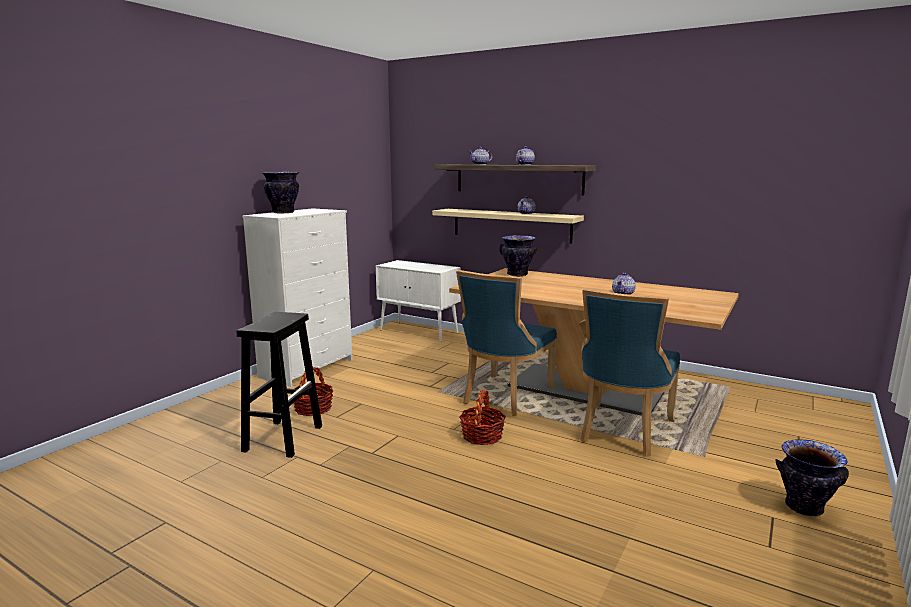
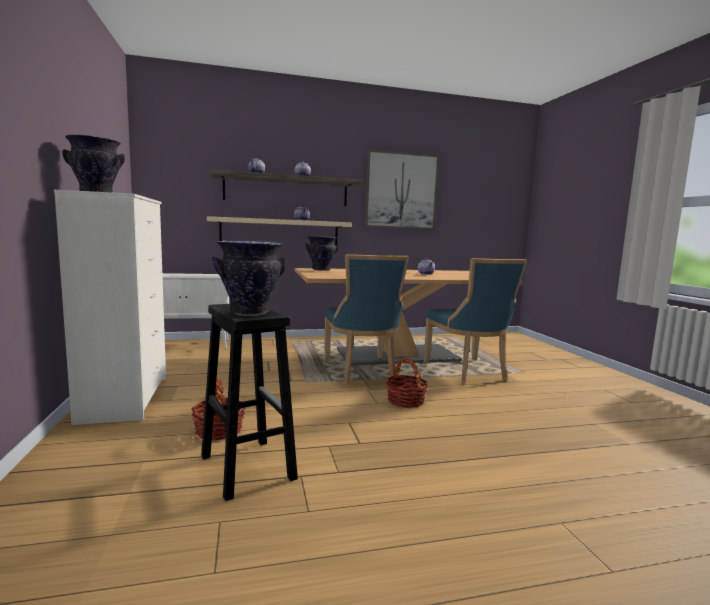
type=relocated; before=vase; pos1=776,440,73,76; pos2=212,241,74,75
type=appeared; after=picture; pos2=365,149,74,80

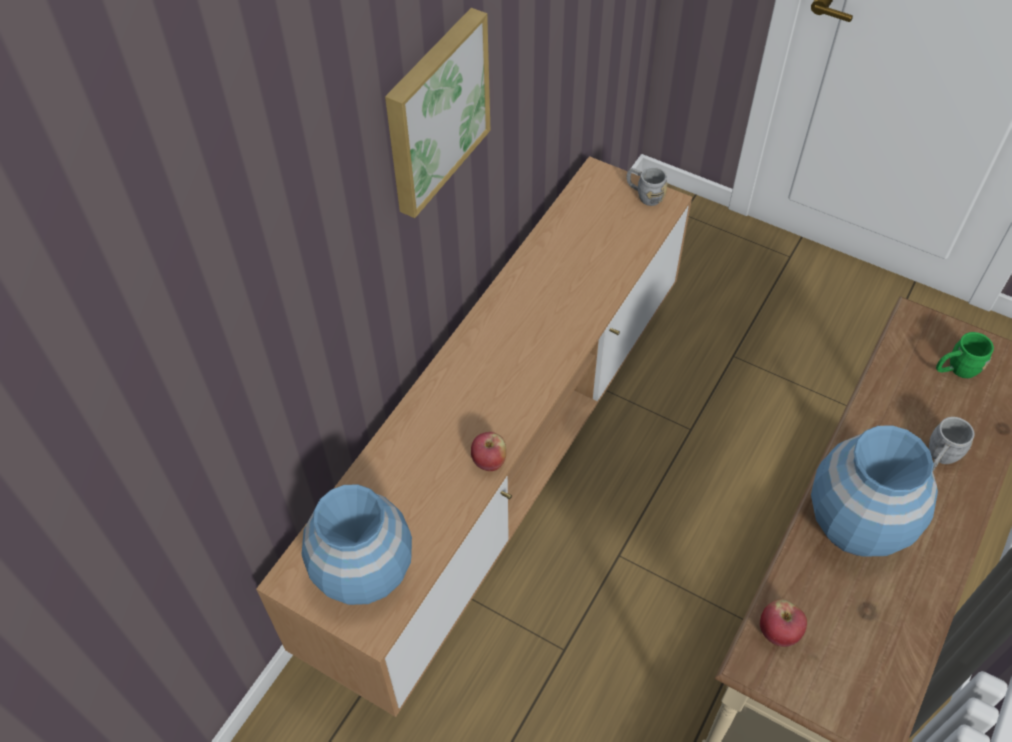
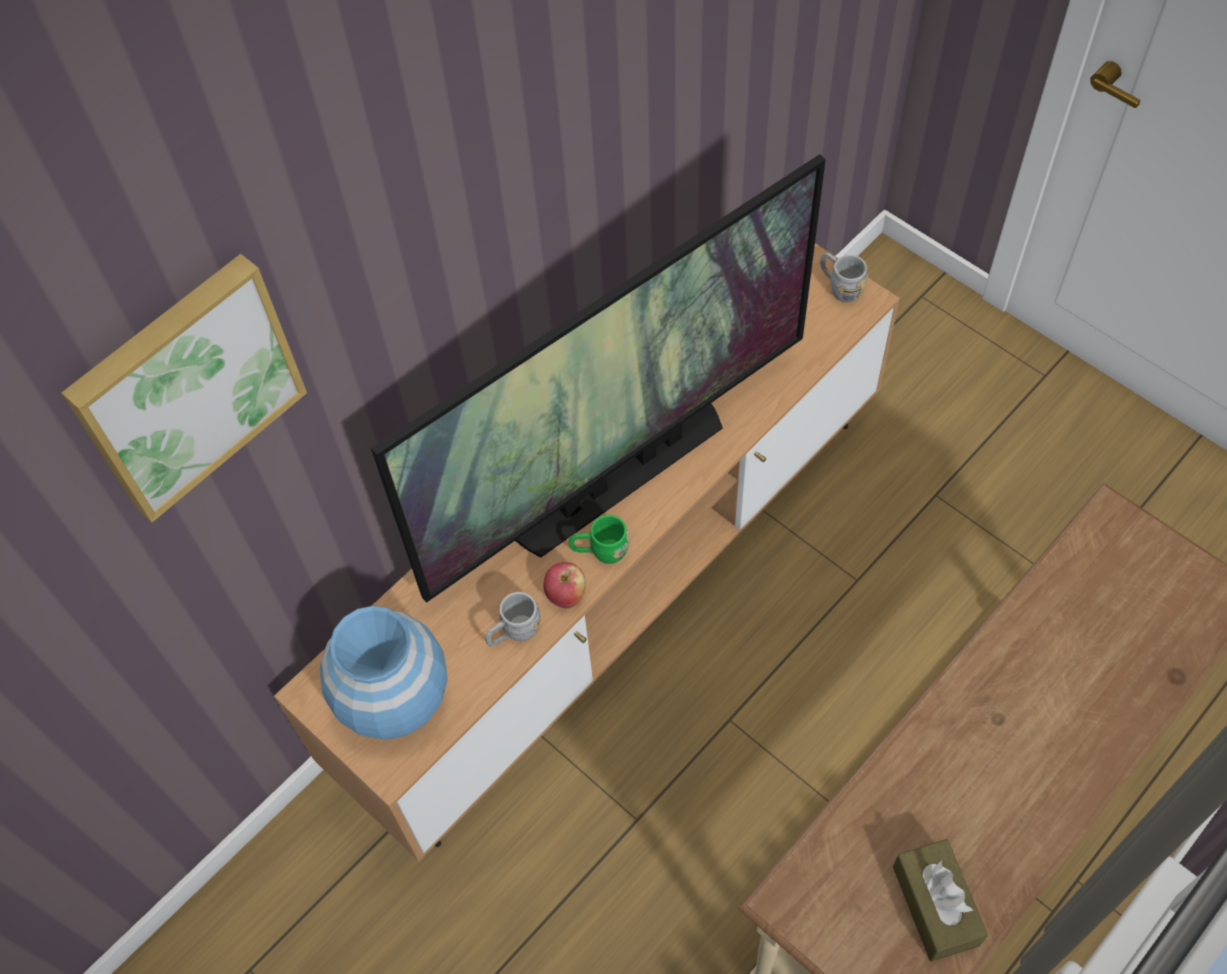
type=relocated; before=picture; pos1=385,8,106,210; pos2=61,254,246,269
type=relocated; before=mug in green; pos1=936,332,58,46; pos2=569,515,62,49
type=relocated; before=mug in grey; pos1=929,417,45,54; pos2=485,592,56,55
type=missing; before=vase in blue; pos1=811,425,127,132
type=missing; before=apple; pos1=760,599,47,48
type=appeared; after=television; pos2=371,154,455,449
type=appeared; after=tissue box in brown; pos2=893,839,95,123

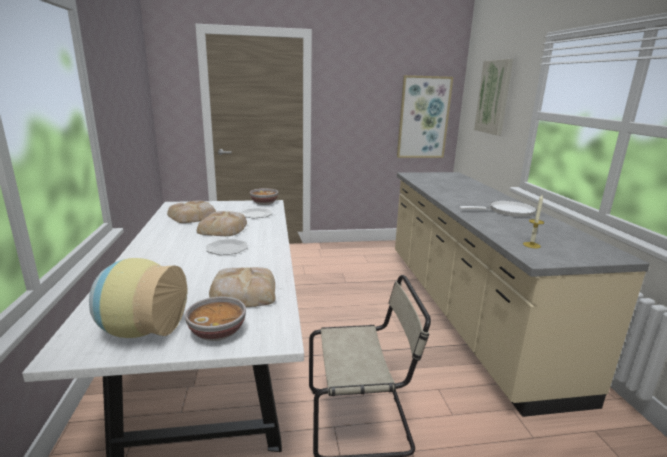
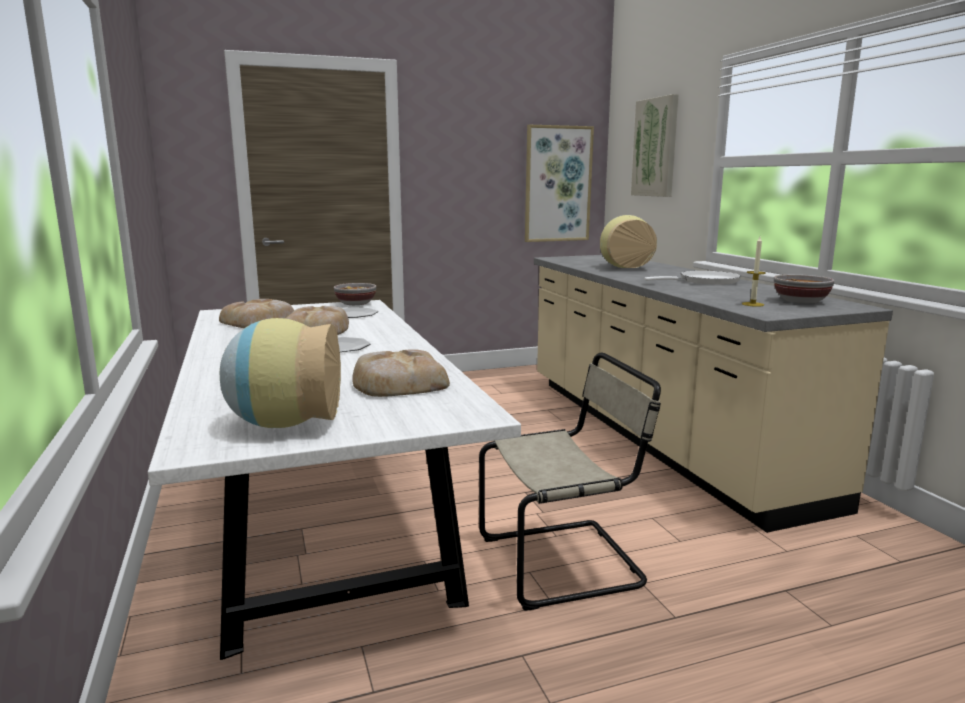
type=relocated; before=bowl; pos1=185,296,61,45; pos2=774,274,61,29
type=appeared; after=vase; pos2=600,215,57,53

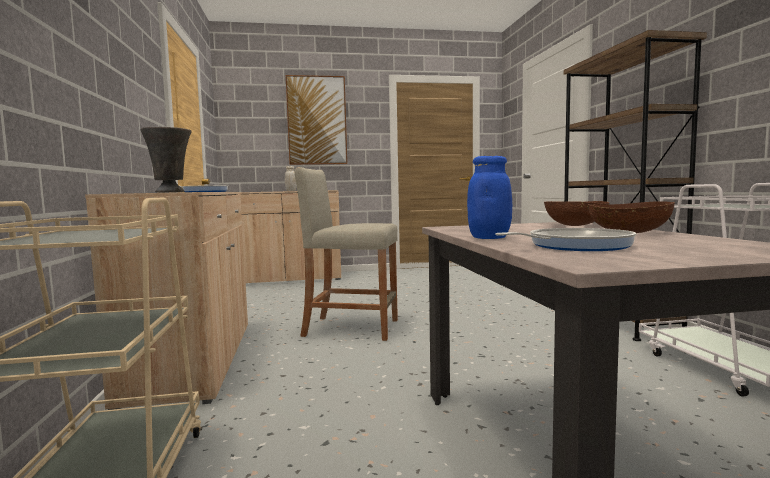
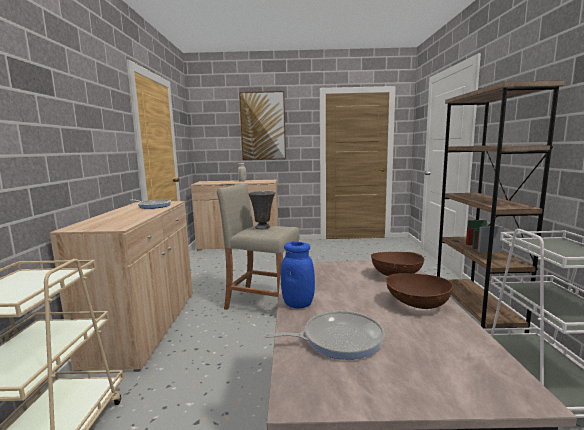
type=relocated; before=vase in grey; pos1=141,127,51,66; pos2=249,191,26,38

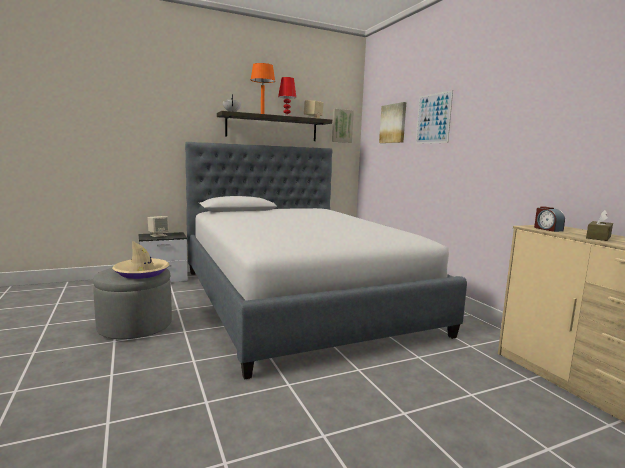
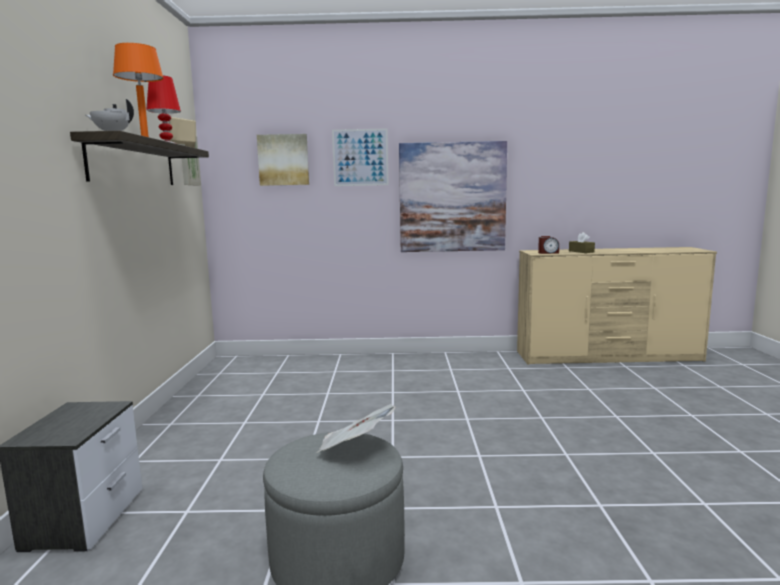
type=missing; before=bed; pos1=185,142,282,238
type=missing; before=speaker in beige; pos1=147,216,22,21
type=exchanged; before=hat in beige; after=newspaper; pos1=112,241,57,38; pos2=316,403,79,50
type=appeared; after=picture; pos2=399,141,108,111

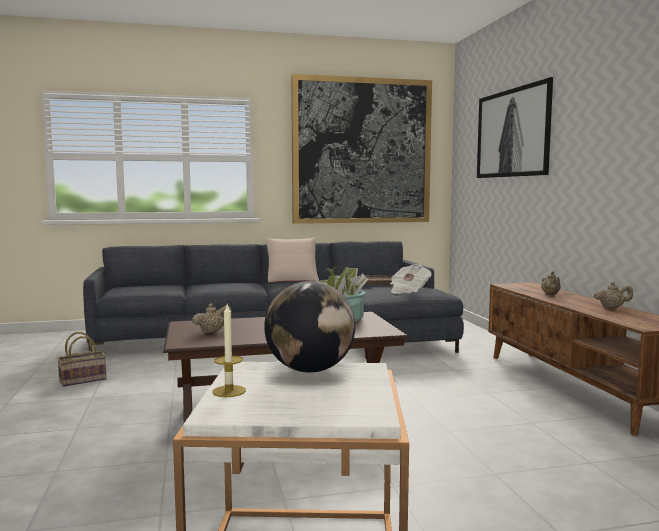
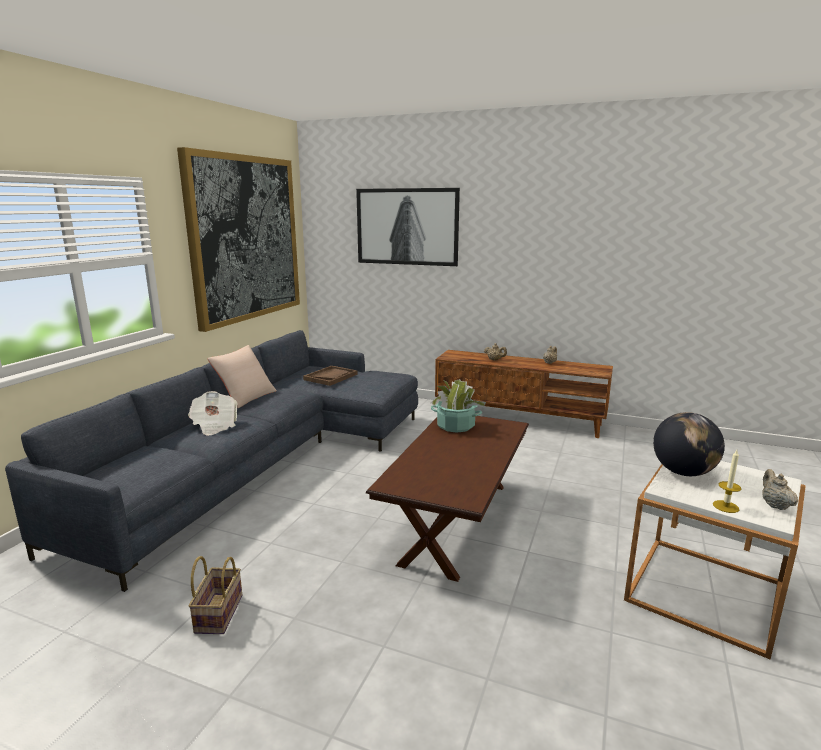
type=relocated; before=newspaper; pos1=390,264,42,30; pos2=188,391,50,45
type=relocated; before=teapot in beige; pos1=192,303,40,30; pos2=763,469,35,41

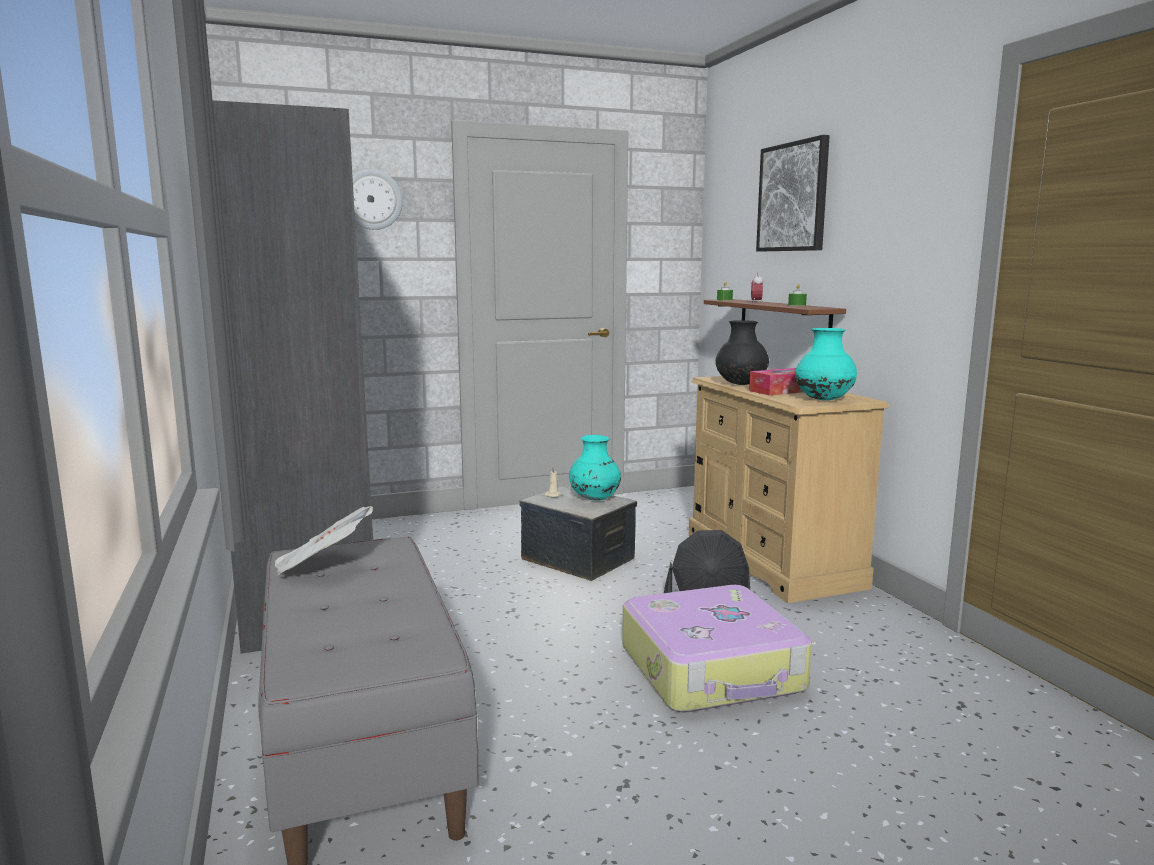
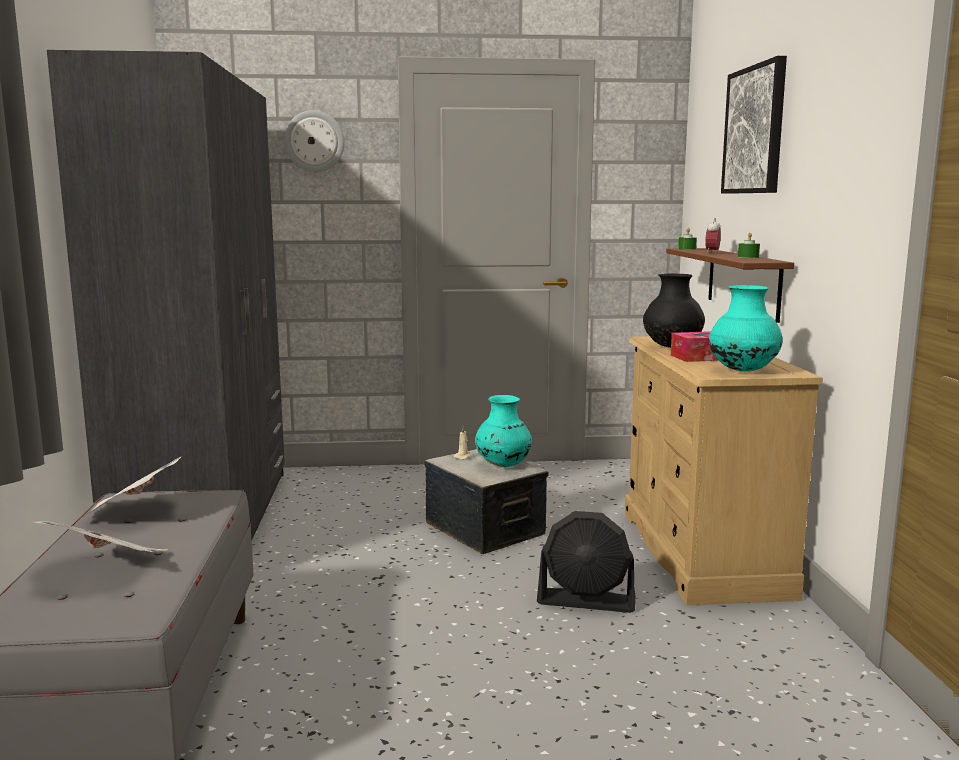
type=missing; before=suitcase; pos1=622,585,190,128
type=appeared; after=newspaper; pos2=33,521,135,31

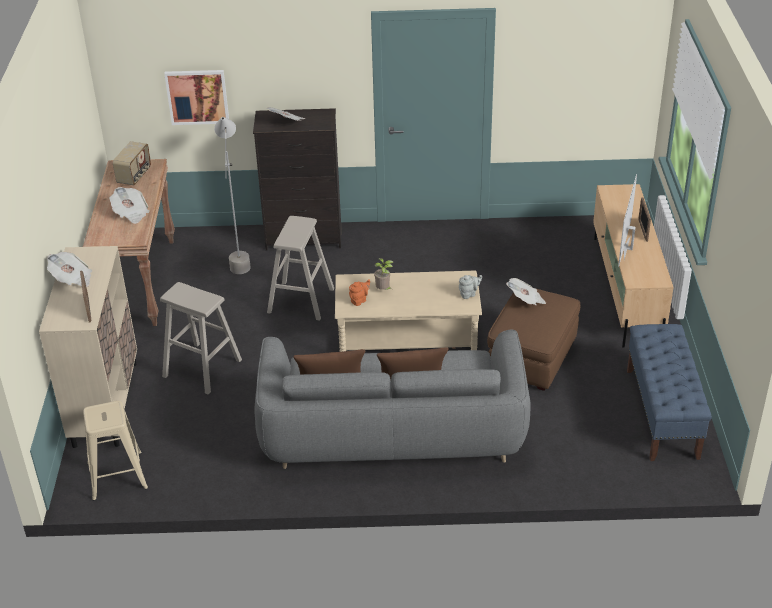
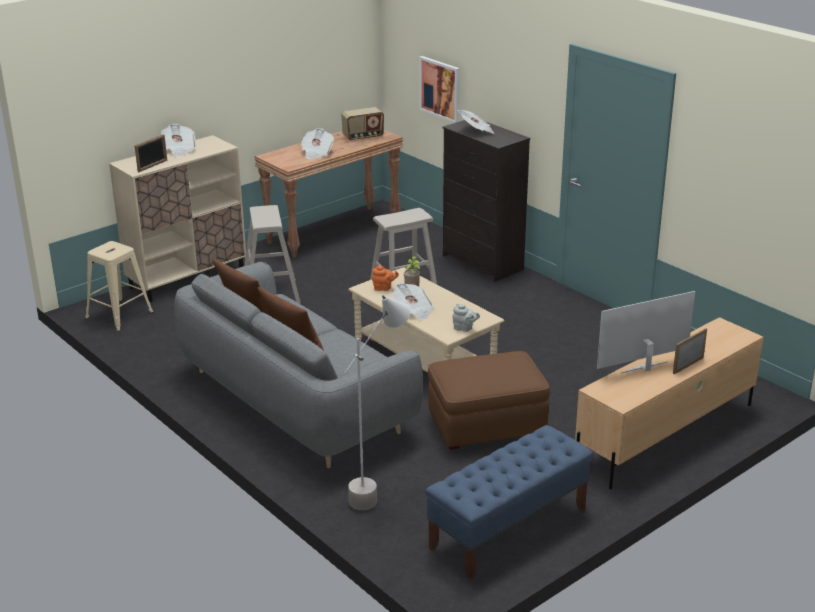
type=relocated; before=floor lamp in grey; pos1=214,117,37,157; pos2=346,295,65,215
type=relocated; before=newspaper; pos1=506,278,40,27; pos2=392,283,43,38

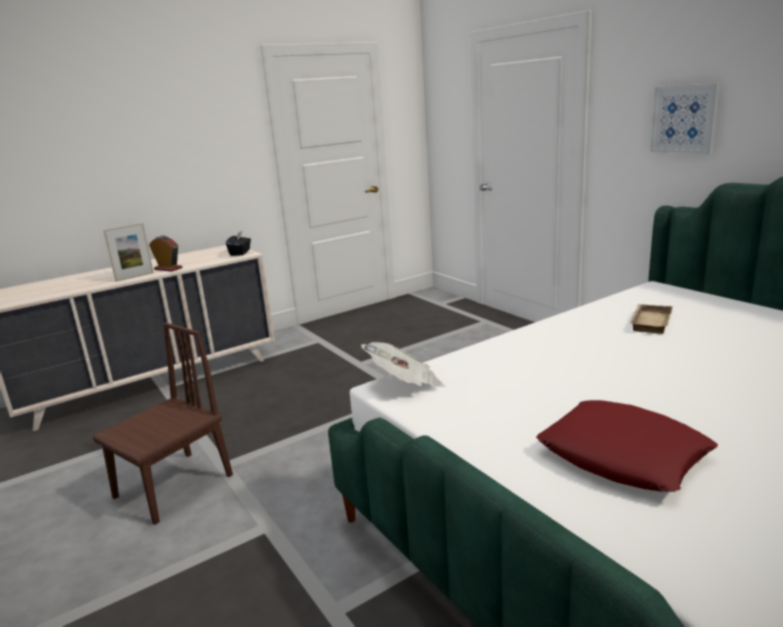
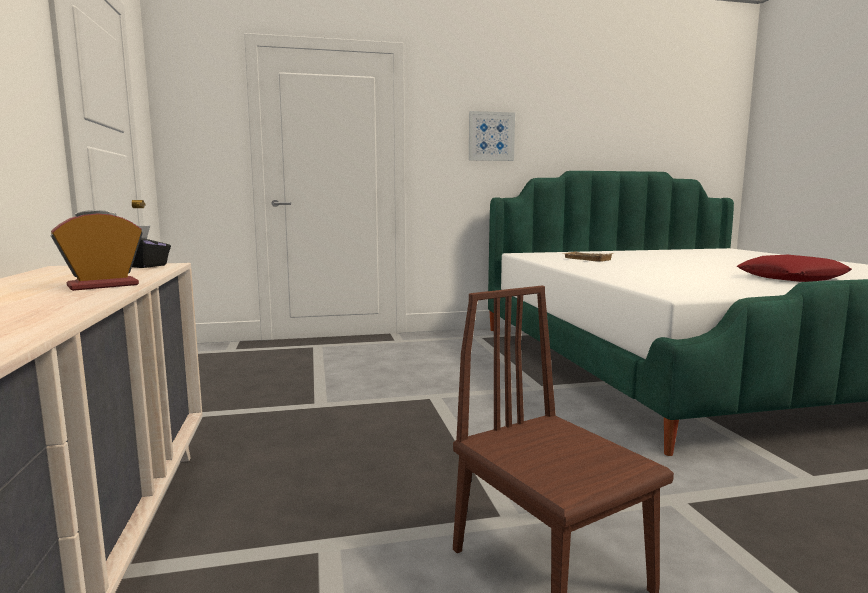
type=missing; before=picture frame; pos1=103,223,51,59
type=missing; before=newspaper; pos1=361,342,84,45

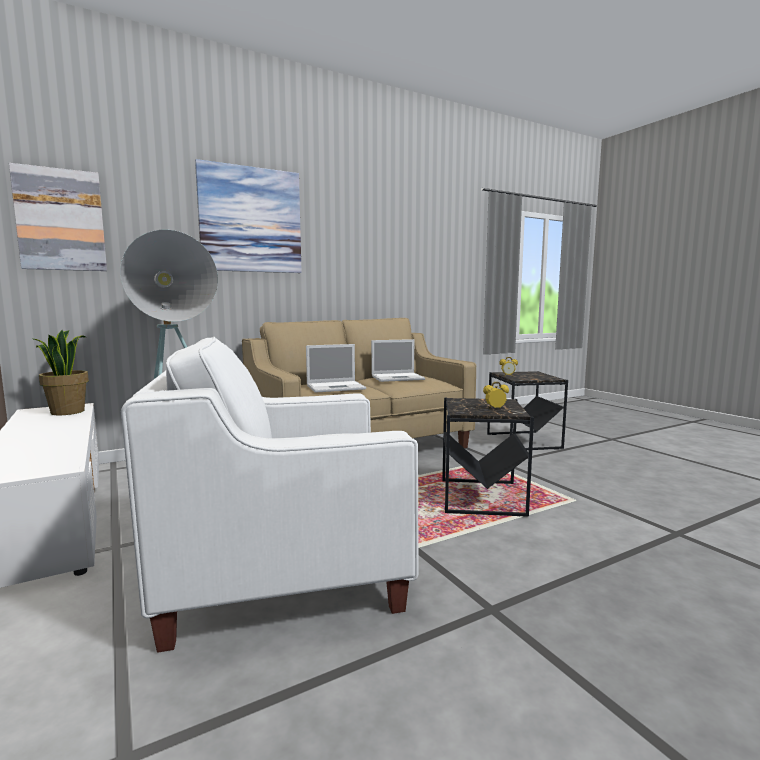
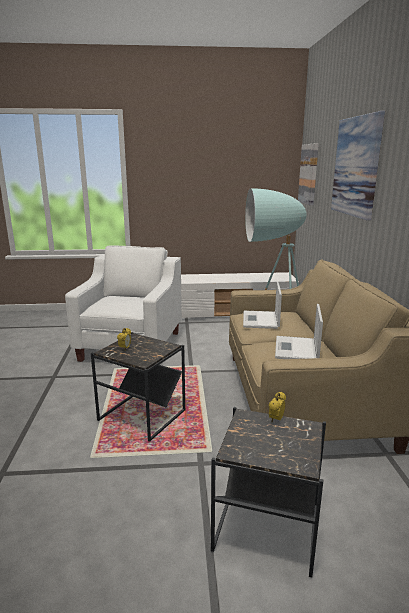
type=missing; before=potted plant; pos1=34,330,55,85

